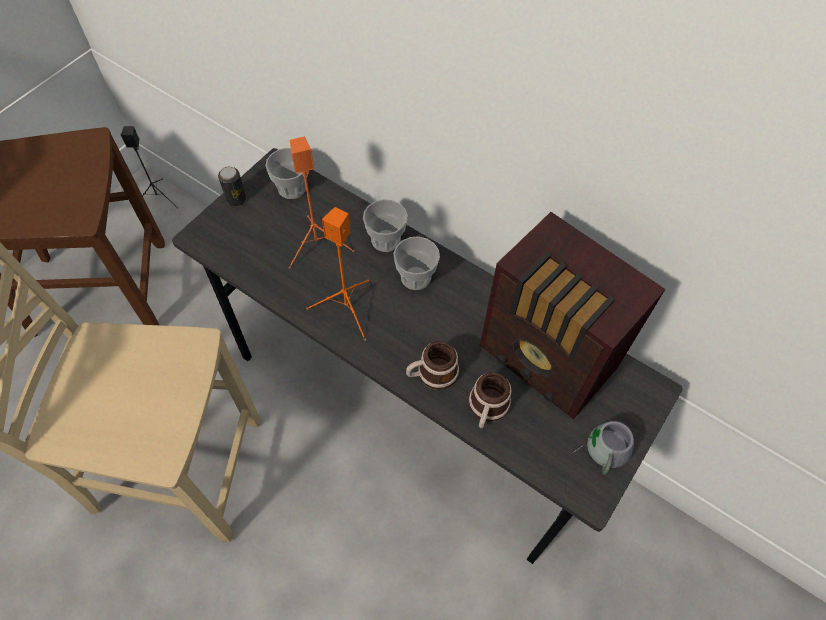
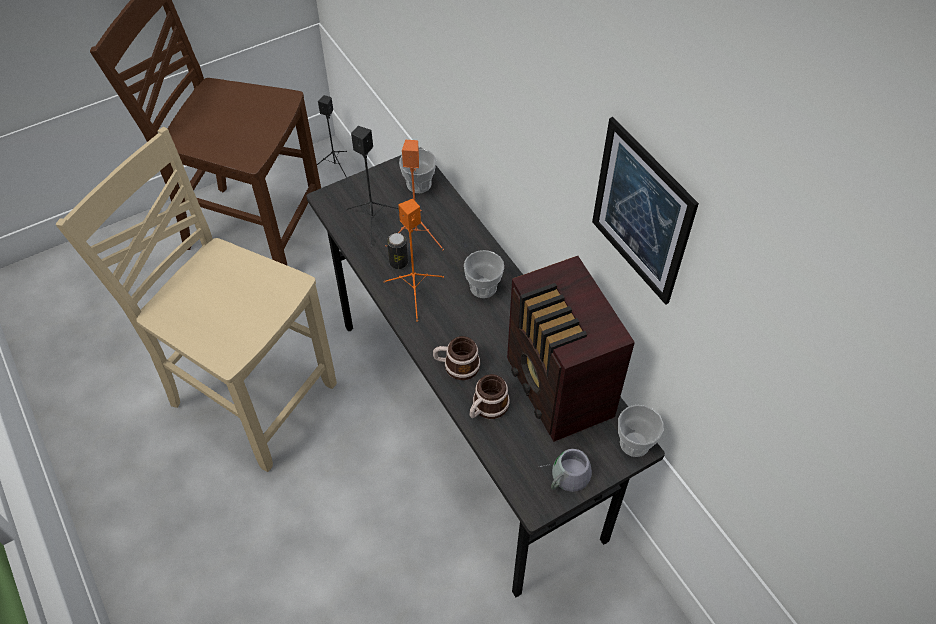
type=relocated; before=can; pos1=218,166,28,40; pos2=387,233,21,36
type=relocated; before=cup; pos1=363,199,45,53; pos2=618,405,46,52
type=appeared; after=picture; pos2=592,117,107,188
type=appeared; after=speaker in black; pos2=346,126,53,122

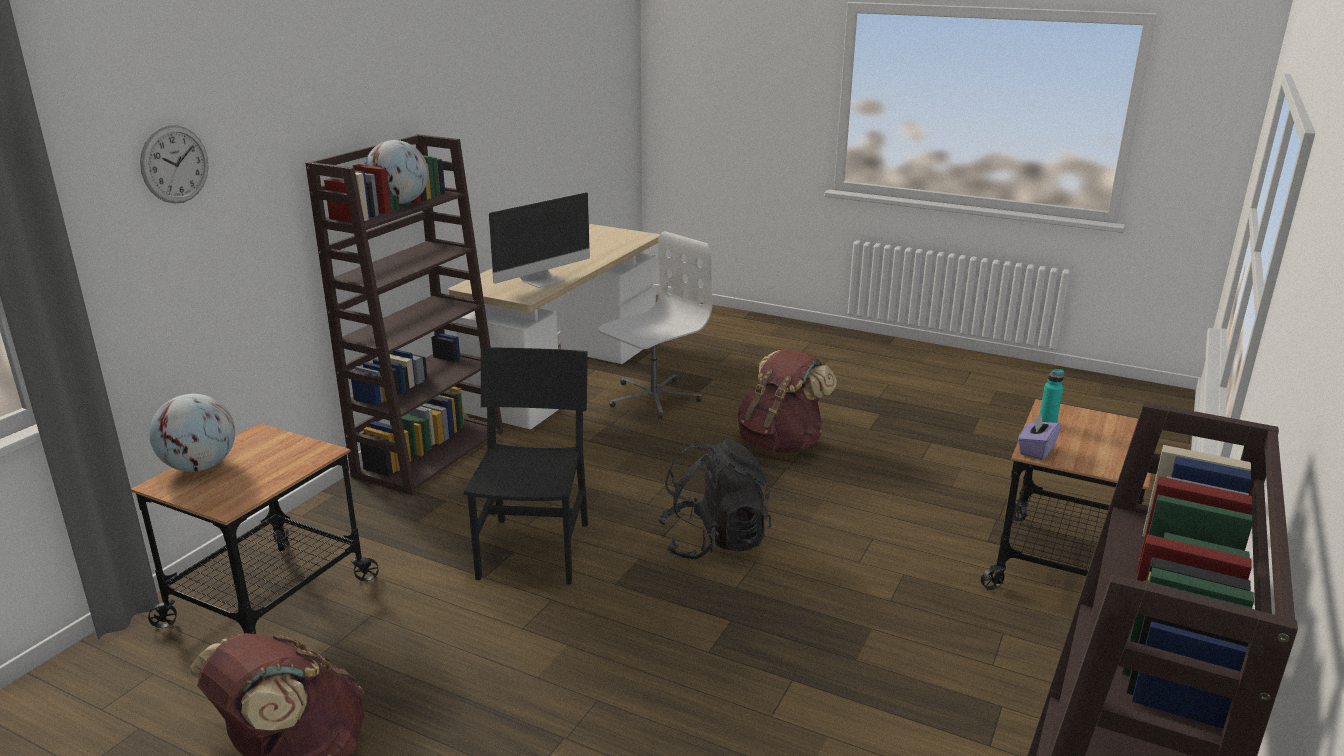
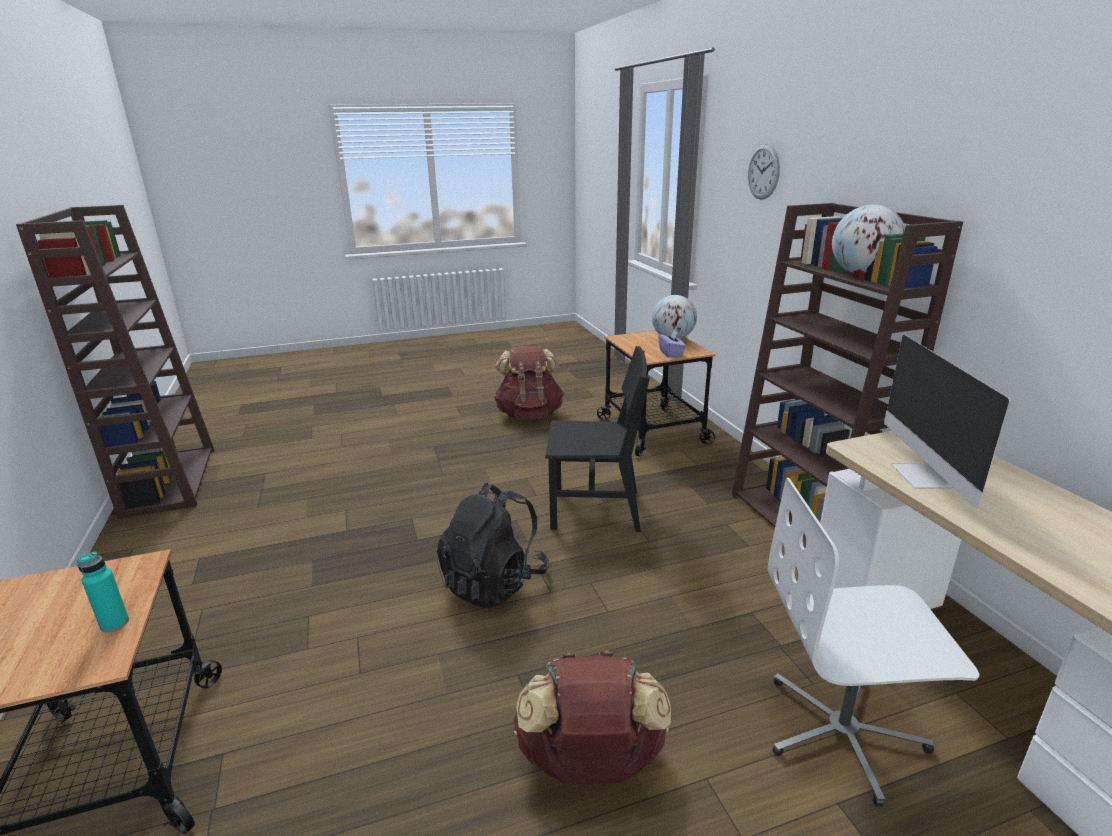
type=spun; before=office chair in white; pos1=598,231,114,188; pos2=768,478,211,329; turn=90
type=spun; before=chair in black; pos1=464,348,124,237; pos2=545,346,105,186; turn=-45
type=relocated; before=tissue box in purple; pos1=1018,413,43,47; pos2=658,330,28,27

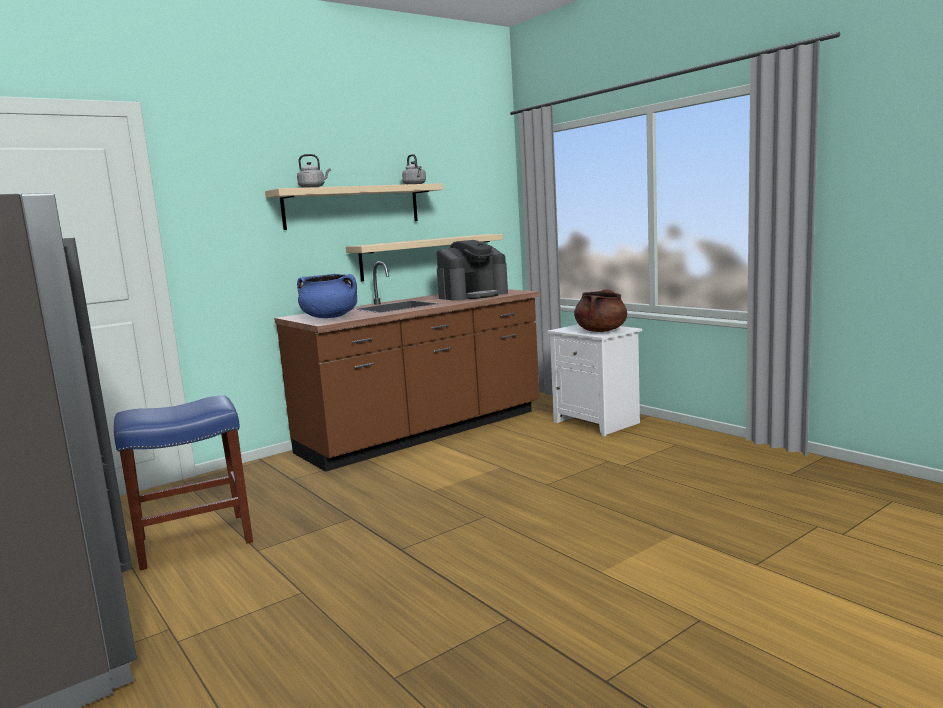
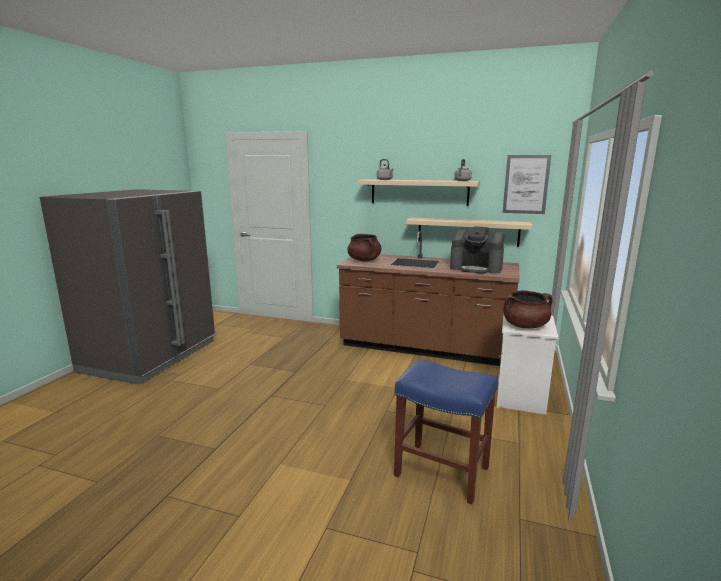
type=colour; before=cooking pot in blue; after=cooking pot in brown; pos1=297,274,60,44; pos2=347,234,34,28
type=relocated; before=stool in blue; pos1=114,395,139,175; pos2=394,359,104,145
type=appeared; after=picture; pos2=503,155,48,59

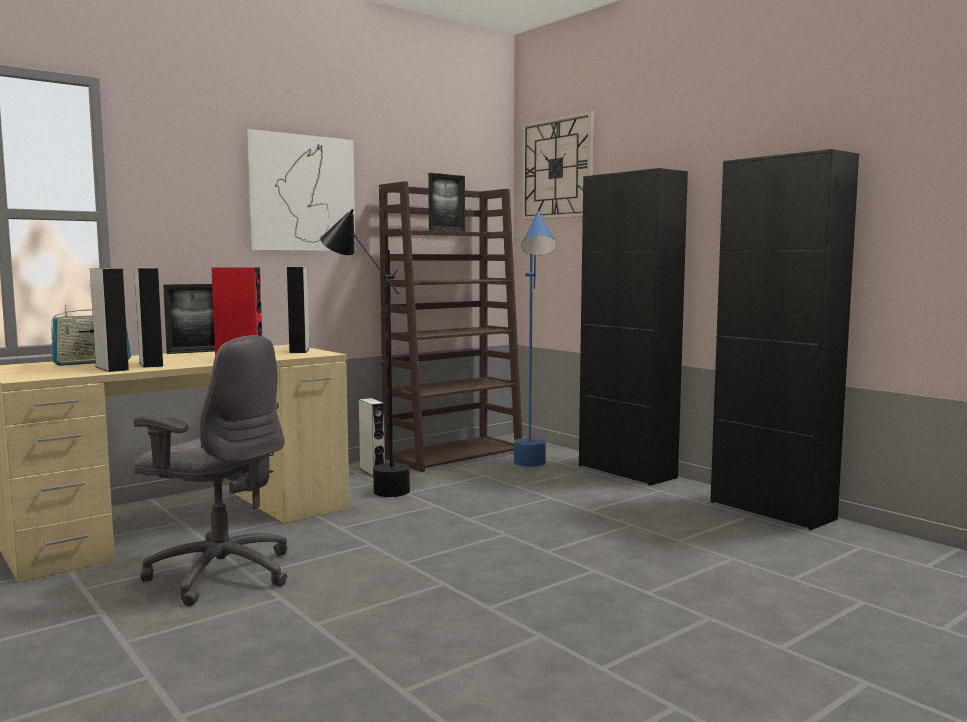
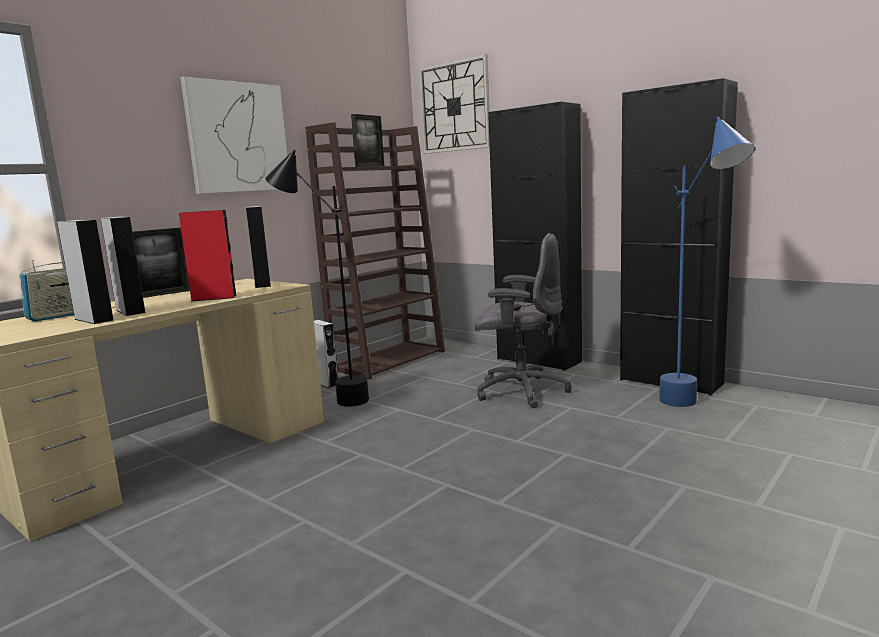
type=relocated; before=floor lamp in blue; pos1=514,212,43,255; pos2=659,117,96,290
type=relocated; before=office chair in grey; pos1=134,335,153,271; pos2=475,233,97,175

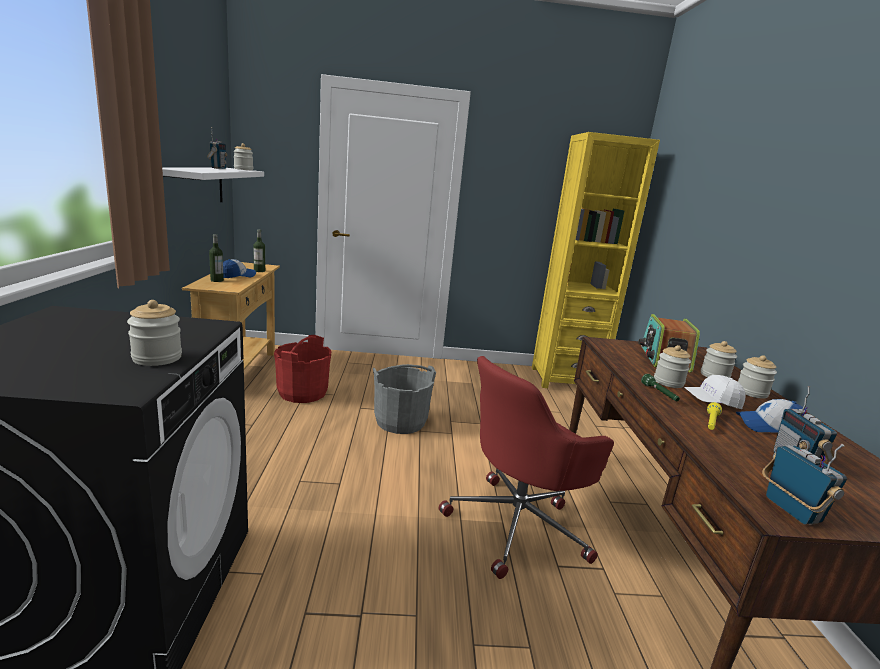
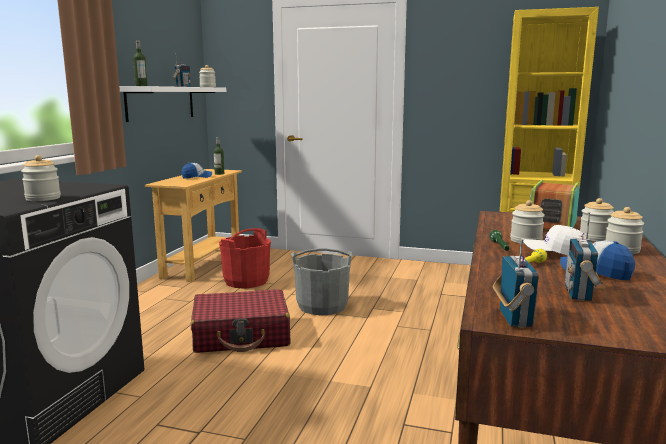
type=relocated; before=bottle; pos1=209,234,15,48; pos2=133,40,14,46
type=missing; before=office chair in red; pos1=439,356,175,223
type=appeared; after=suitcase in red; pos2=191,289,99,64

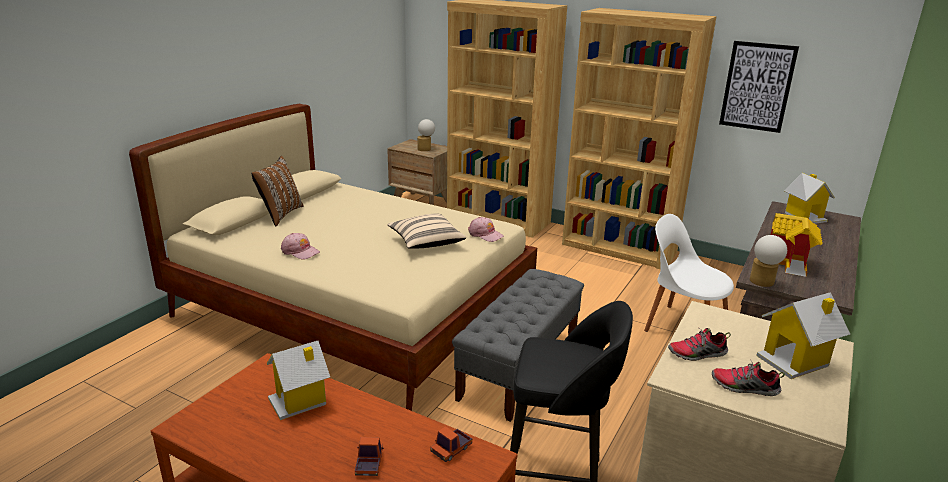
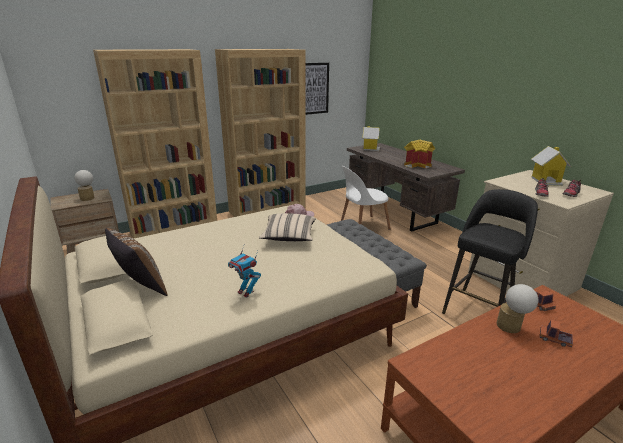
type=exchanged; before=cap in pink; after=toy robot; pos1=281,233,39,27; pos2=228,246,33,52
type=relocated; before=table lamp; pos1=750,235,37,52; pos2=497,284,41,49
type=missing; before=toy house; pos1=267,341,63,79

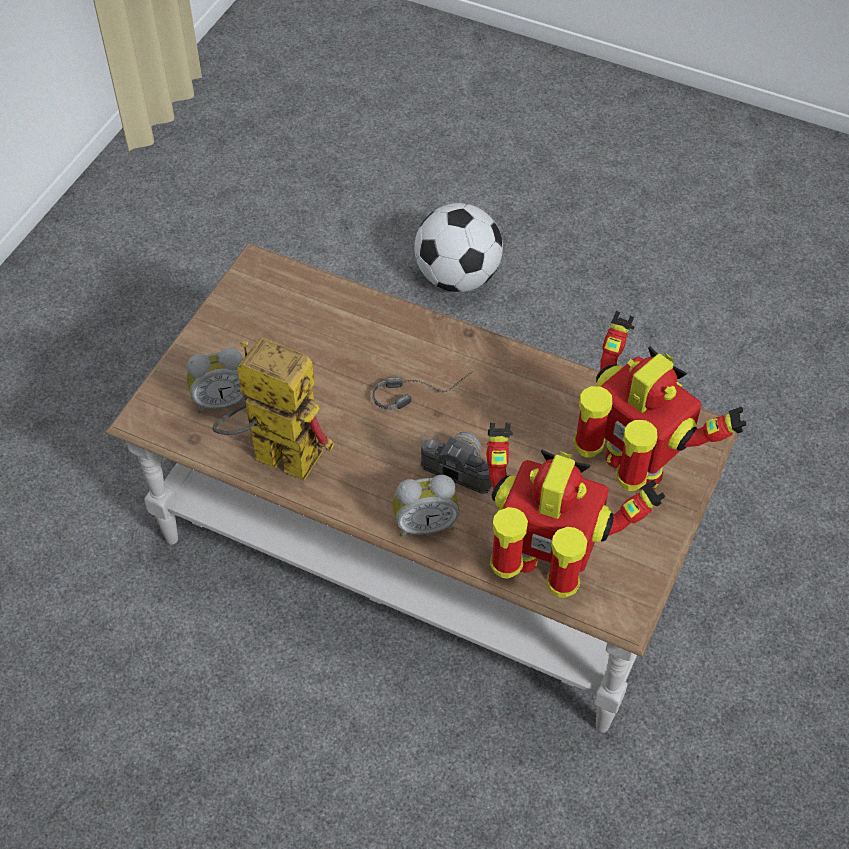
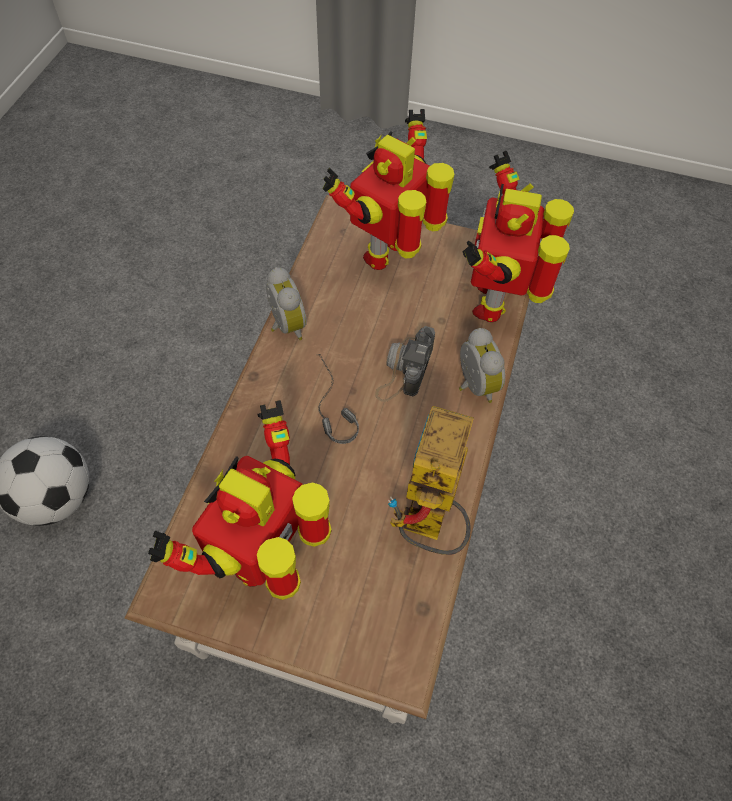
type=relocated; before=alarm clock; pos1=187,348,59,65; pos2=266,267,41,73
type=appeared; after=toy robot; pos2=148,400,184,200

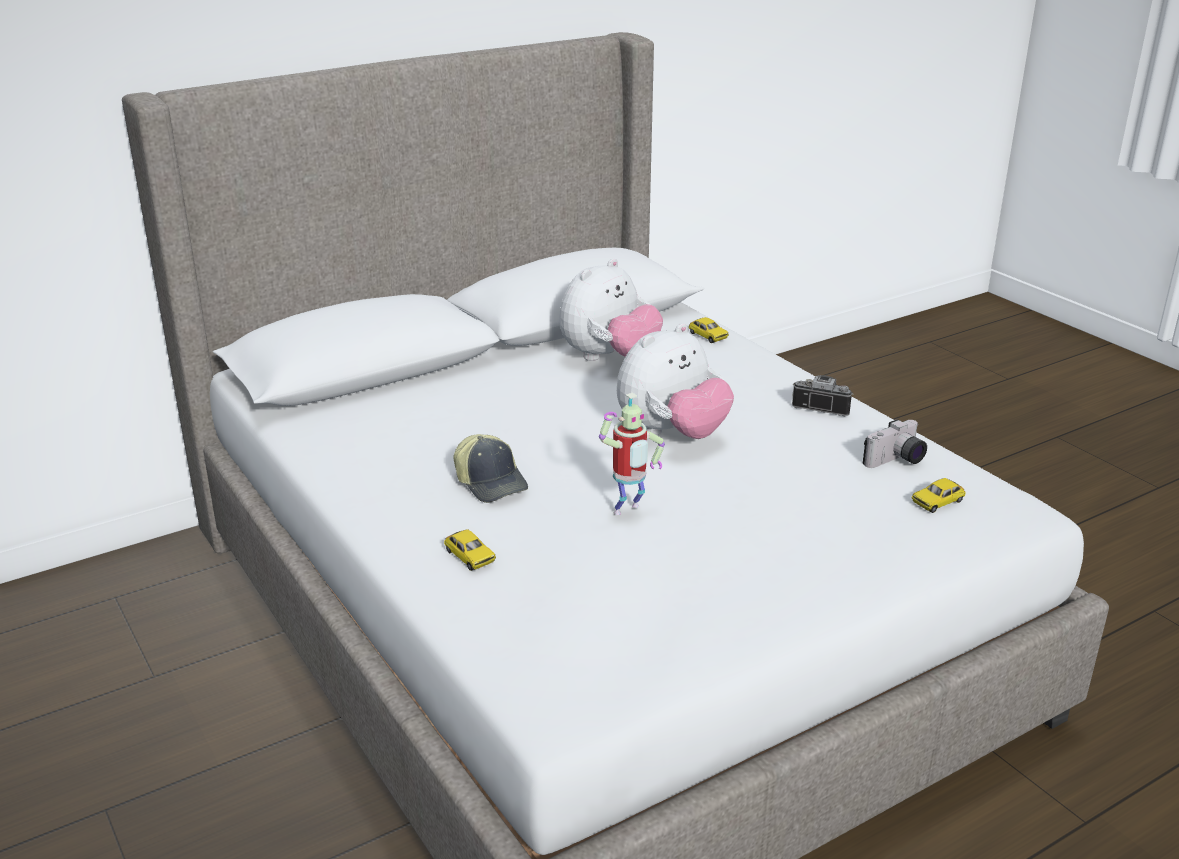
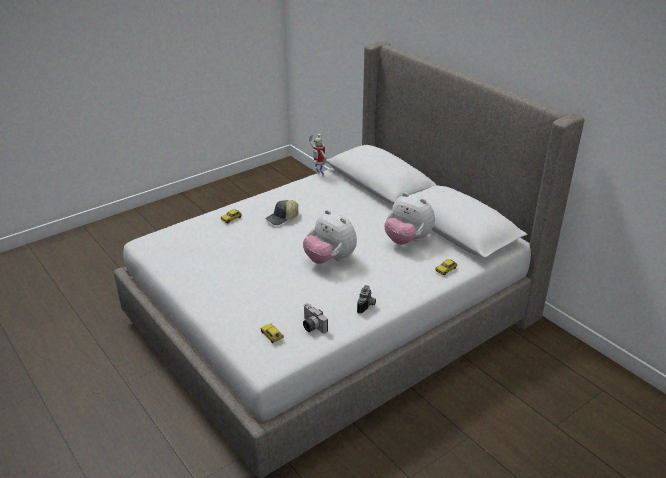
type=relocated; before=toy robot; pos1=599,393,66,122; pos2=309,134,18,43

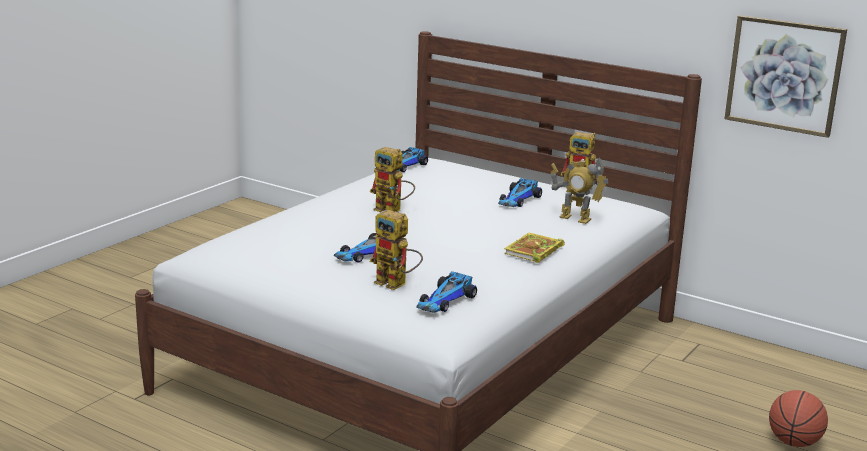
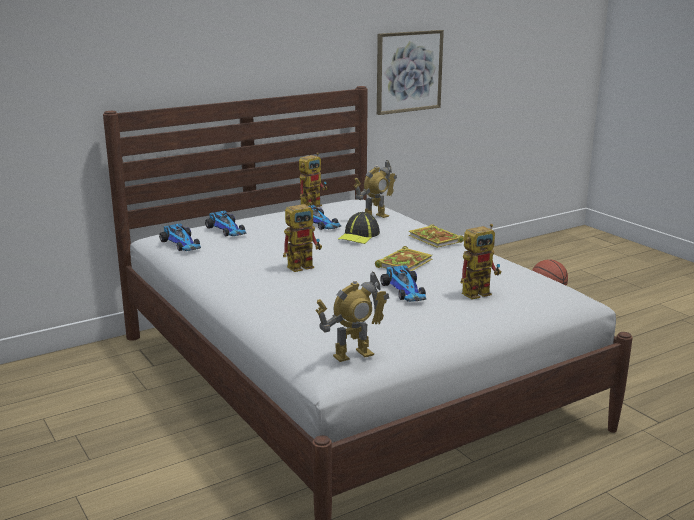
type=relocated; before=toy car; pos1=416,271,61,42; pos2=205,211,42,25
type=appeared; after=cap; pos2=338,212,42,32
type=appeared; after=book; pos2=375,246,58,25
type=appeared; after=toy robot; pos2=315,271,74,91

